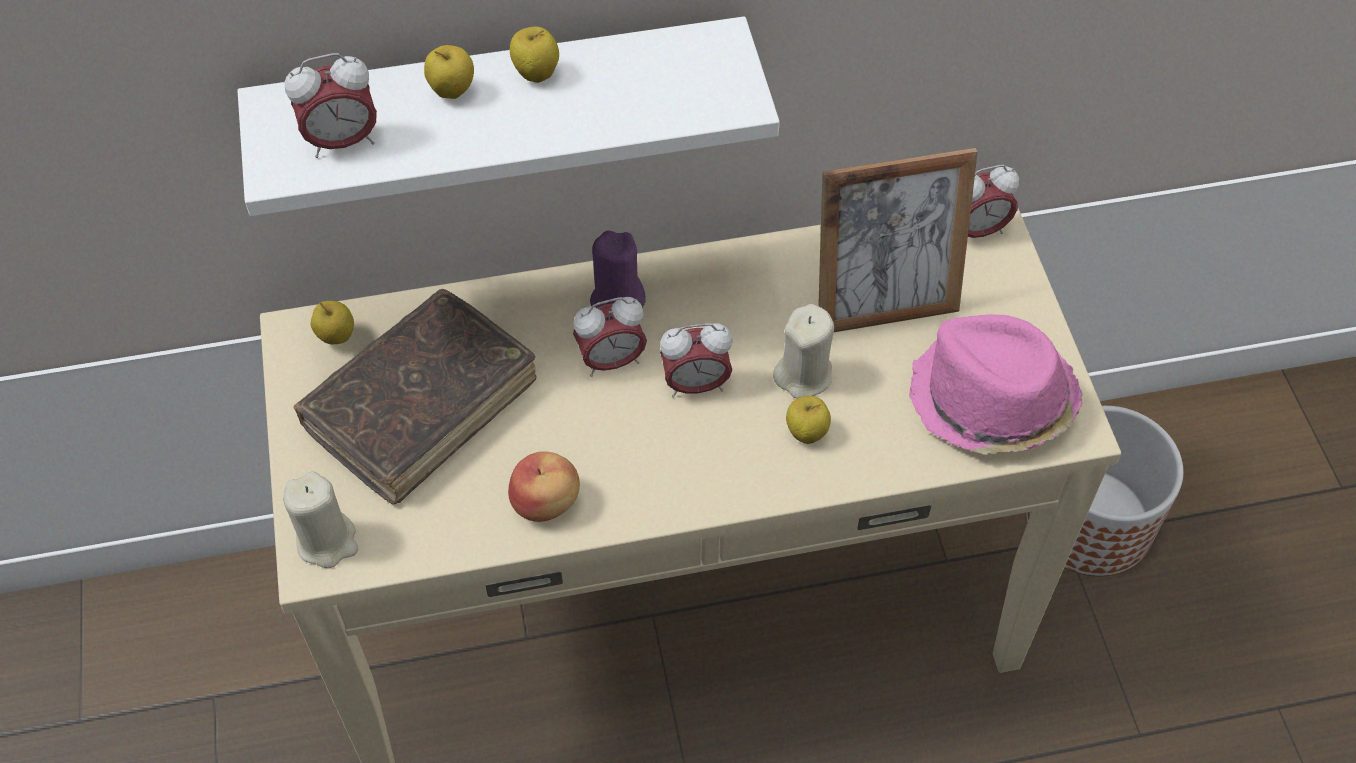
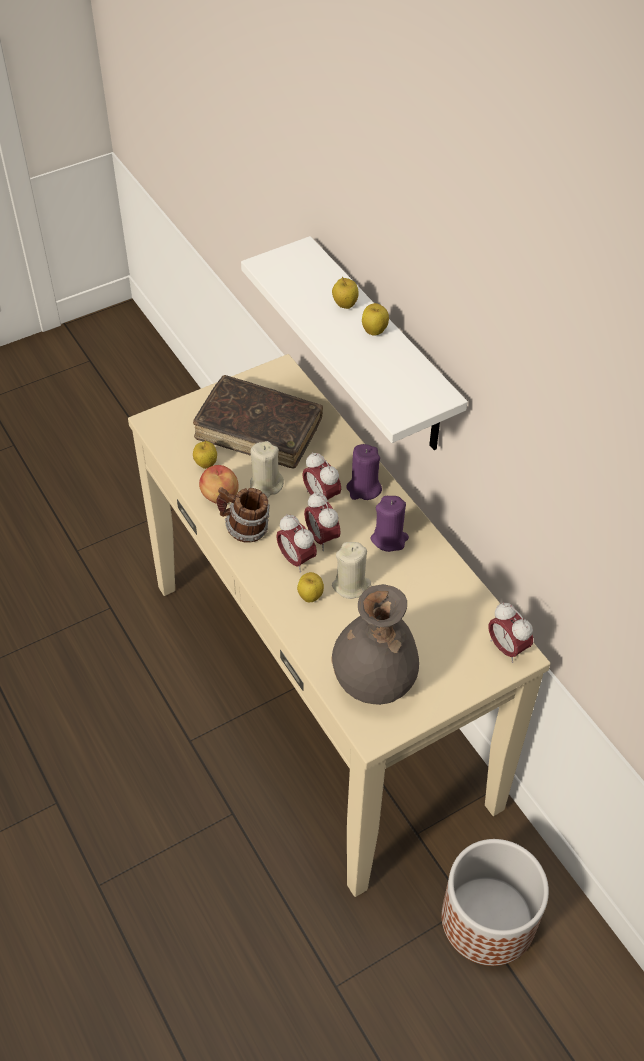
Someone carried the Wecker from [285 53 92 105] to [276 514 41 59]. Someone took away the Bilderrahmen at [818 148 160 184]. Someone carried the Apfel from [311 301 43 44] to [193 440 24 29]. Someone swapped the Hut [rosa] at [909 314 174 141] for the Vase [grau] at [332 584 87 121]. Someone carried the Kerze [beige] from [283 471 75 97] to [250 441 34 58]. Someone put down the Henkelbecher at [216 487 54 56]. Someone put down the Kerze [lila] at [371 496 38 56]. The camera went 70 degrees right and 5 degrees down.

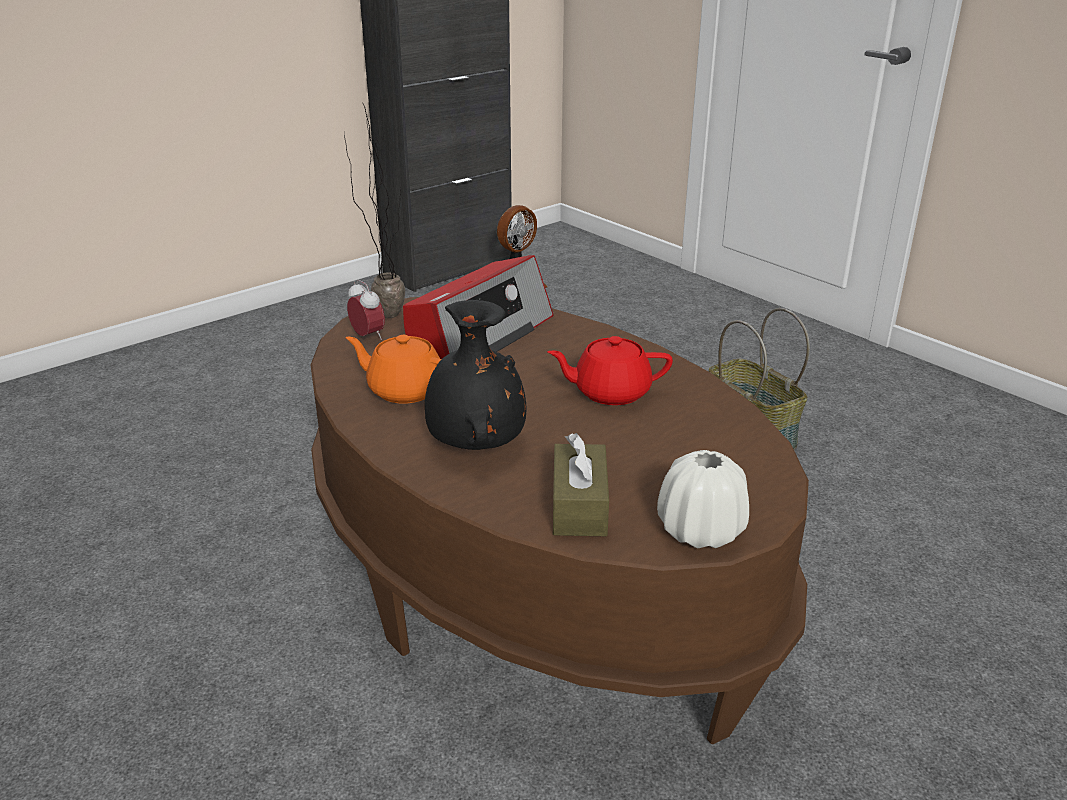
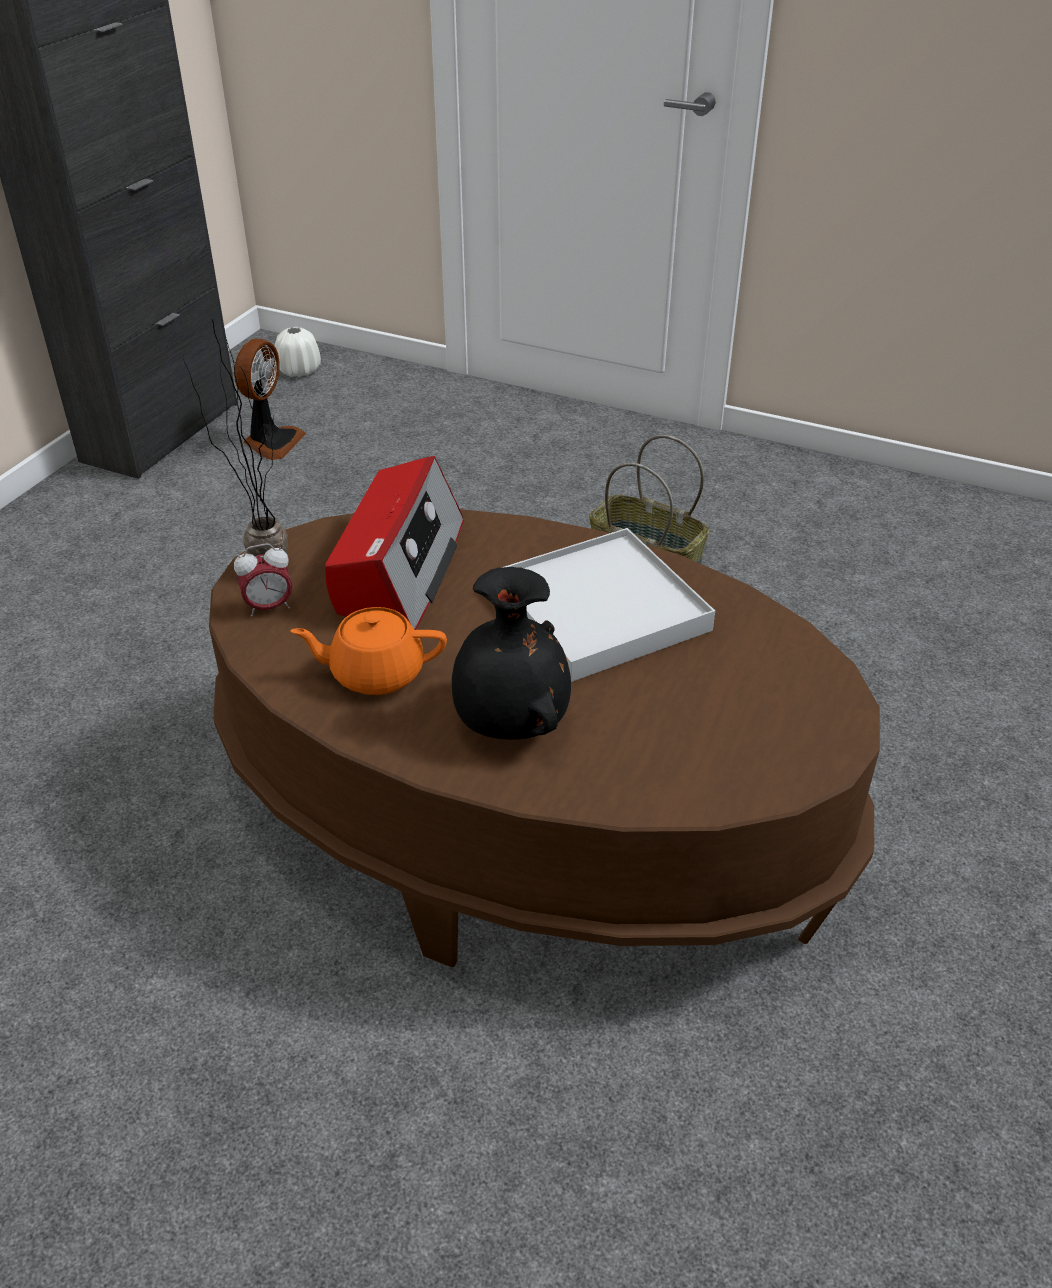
Someone rotated the Wecker at [347 280 38 60] by 135 degrees clockwise. Someone swapped the Teekanne [rot] at [548 336 125 69] for the Tablett [weiß] at [501 528 214 154]. Someone took away the Taschentuchbox [braun] at [553 433 56 103]. Someone carried the Vase [weiß] from [657 450 92 98] to [275 327 46 50]. The camera went 25 degrees left and 10 degrees up.

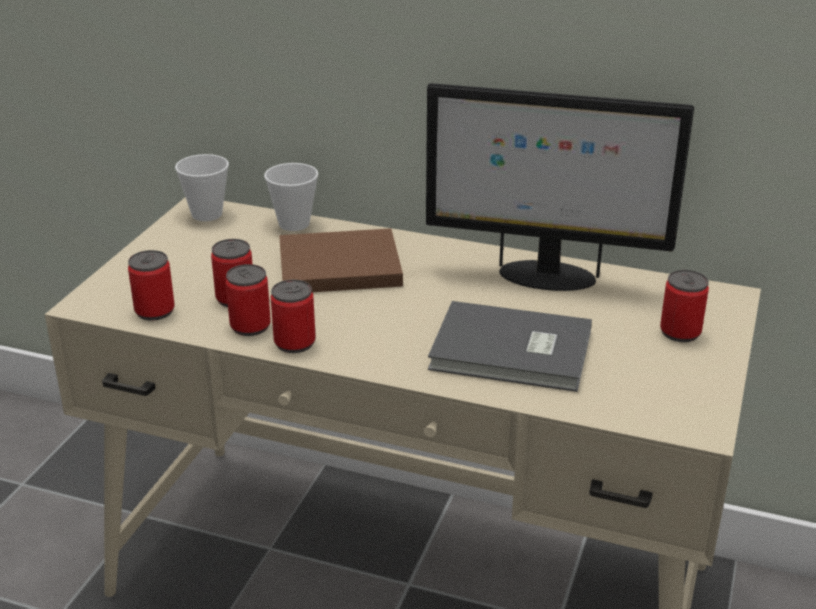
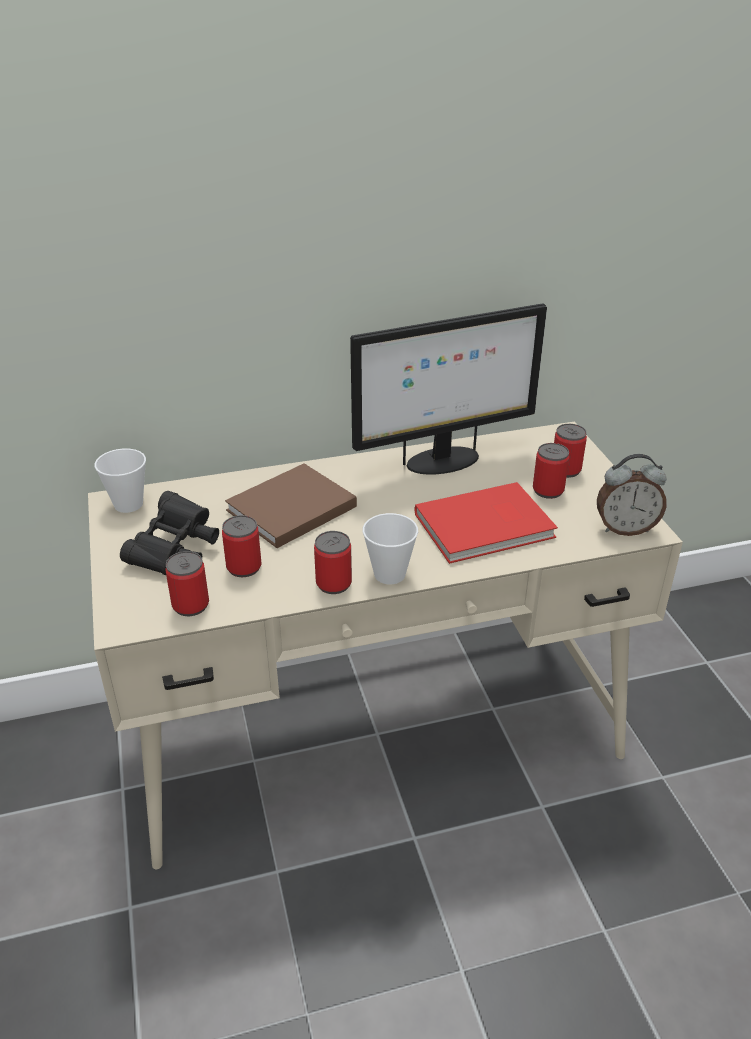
Someone carried the Tasse from [264 163 54 68] to [363 513 55 71]. Someone carried the Dose from [226 264 45 72] to [533 443 36 56]. Someone repainted the Buch [grau] at [428 301 164 91], which became the Buch [rot] at [415 482 143 82]. Someone put down the Wecker at [597 454 69 82]. Someone put down the Fernglas [schwarz] at [120 491 99 84]. The camera went 35 degrees left and 5 degrees up.

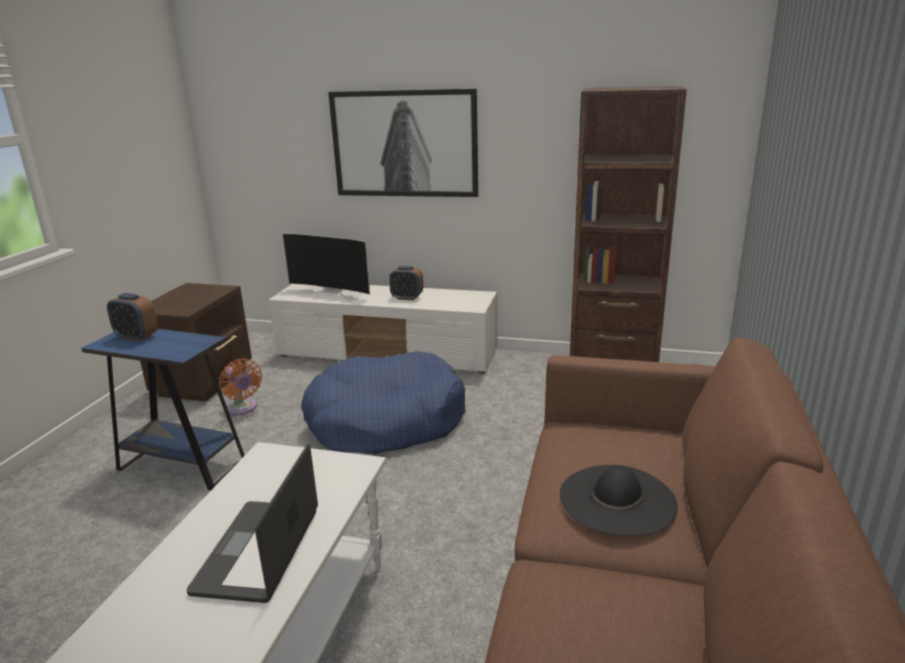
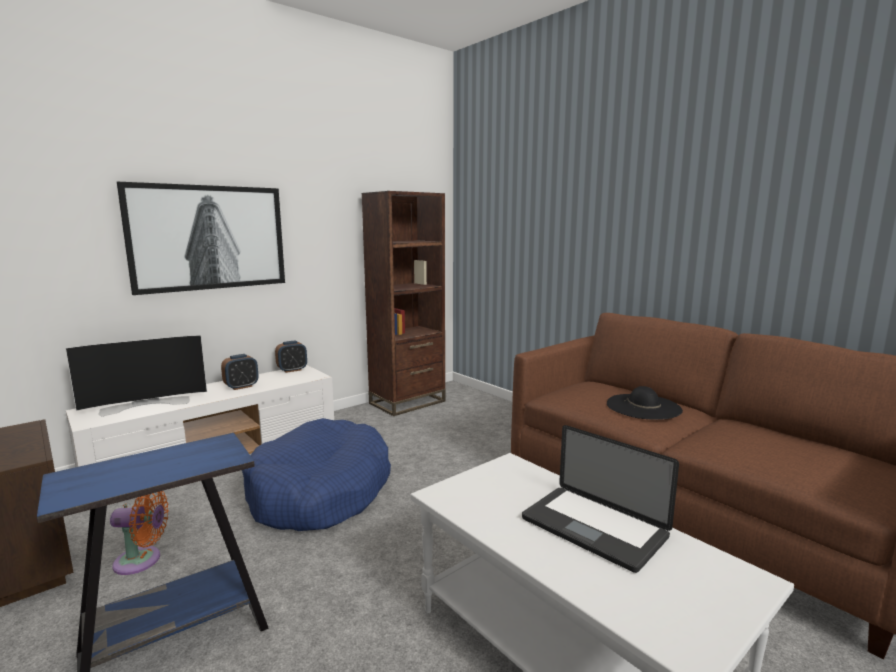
Someone carried the Wecker from [107 293 51 49] to [275 341 32 32]. The camera went 55 degrees left and 10 degrees down.

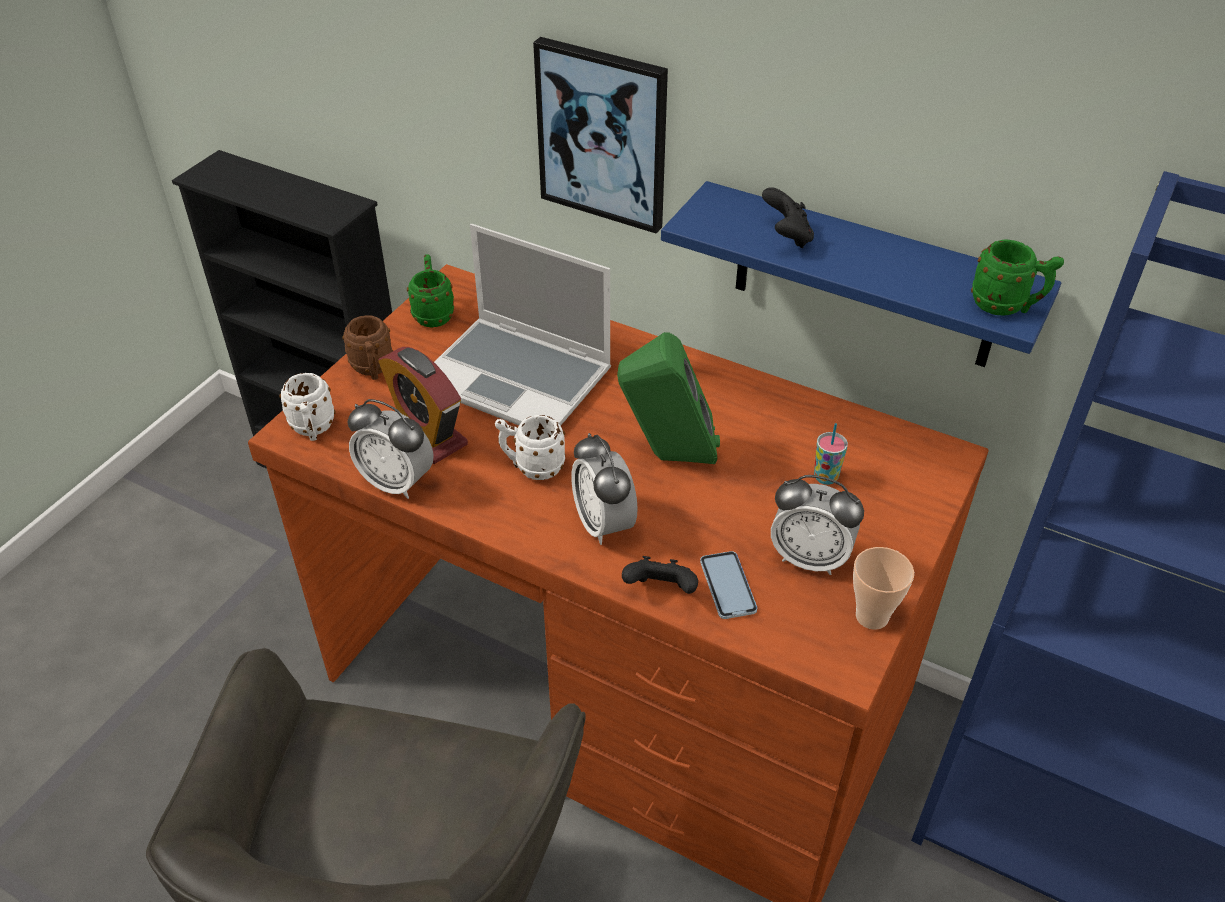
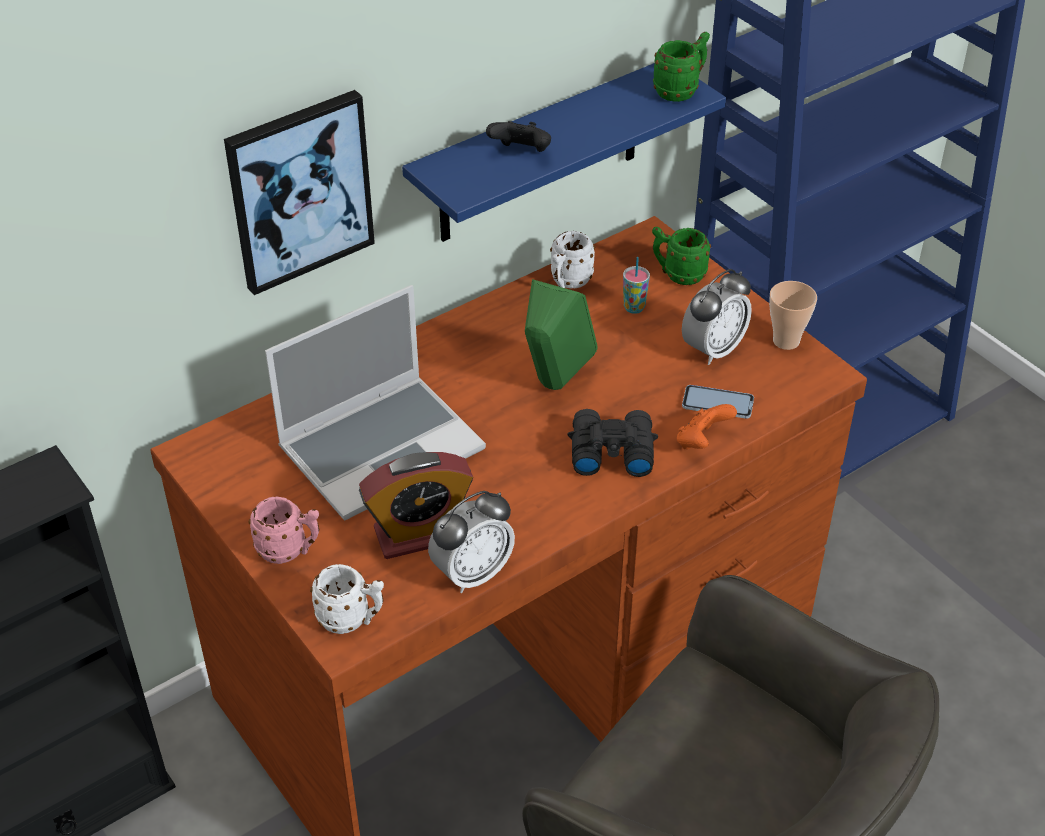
Someone carried the Henkelbecher [grün] from [407 255 47 72] to [652 227 59 58]. Someone repainted the Henkelbecher [braun] at [342 315 51 65], which became the Henkelbecher [rosa] at [248 496 71 68]. Someone carried the Henkelbecher [weiß] from [495 415 70 65] to [550 231 45 58]. Someone swapped the Wecker at [571 433 67 112] for the Fernglas [schwarz] at [568 409 90 68]. Someone repainted the Gamepad [schwarz] at [622 556 76 38], which became the Gamepad [orange] at [677 404 60 45]. The camera went 65 degrees left and 0 degrees up.

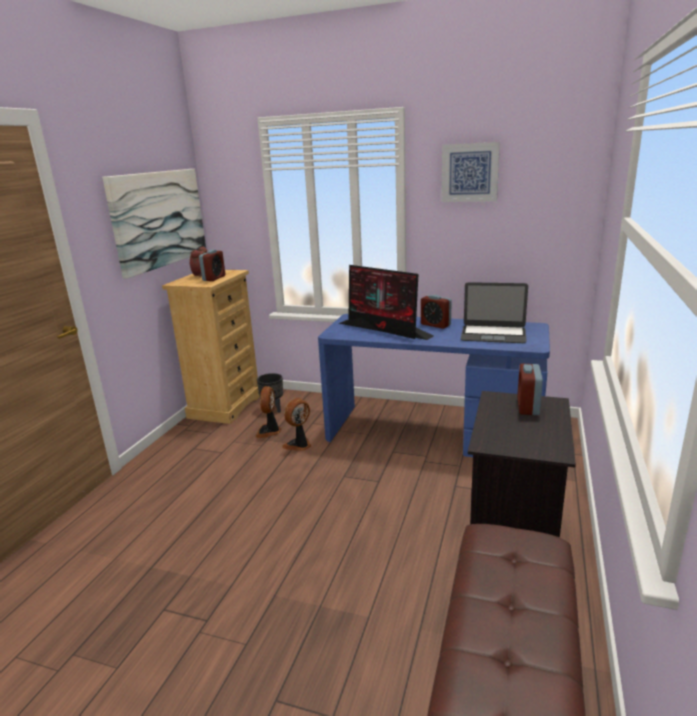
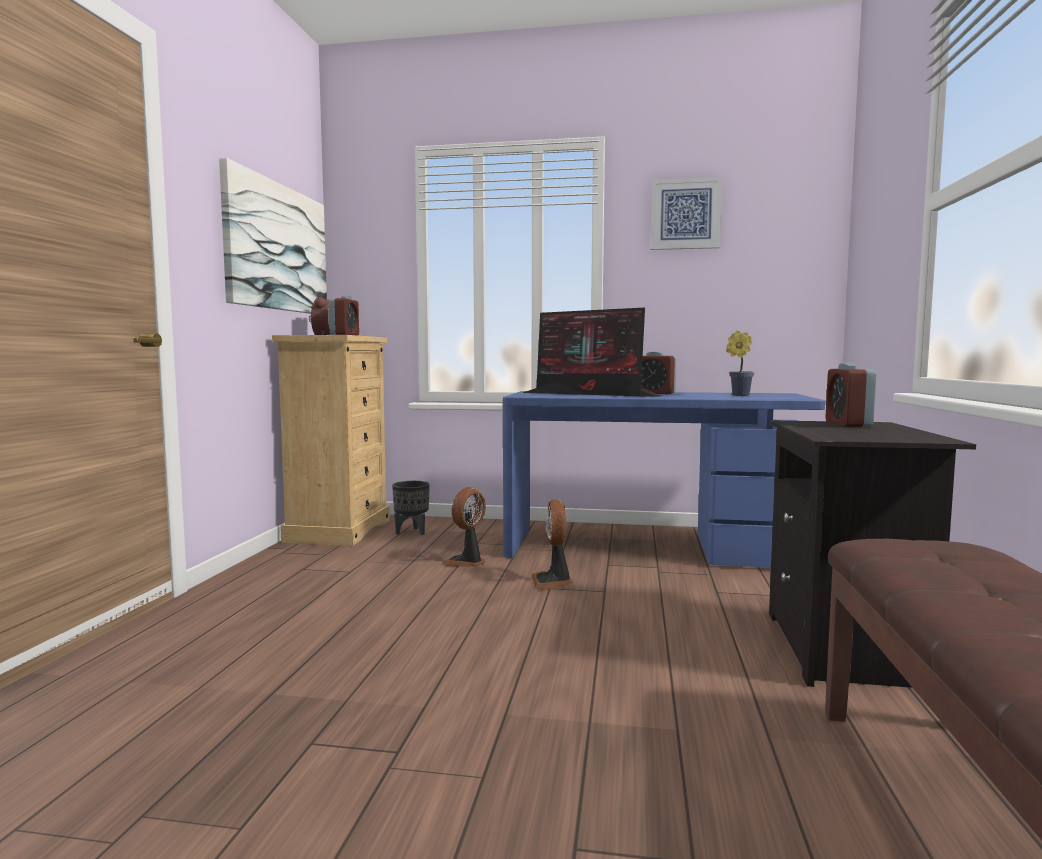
Someone swapped the Laptop at [460 282 68 61] for the Topfpflanze at [726 331 28 65]. Someone carried the Ventilator from [256 386 26 52] to [532 499 41 91]. The camera went 10 degrees left and 15 degrees down.

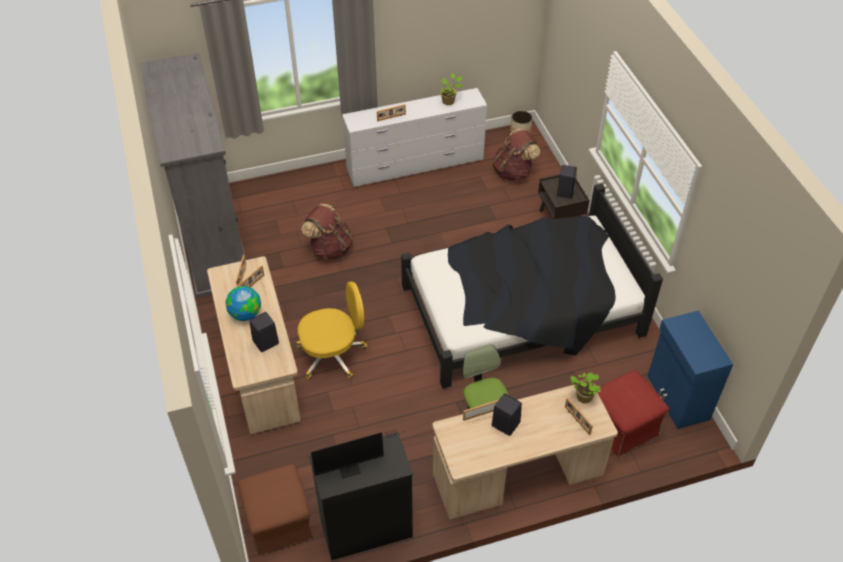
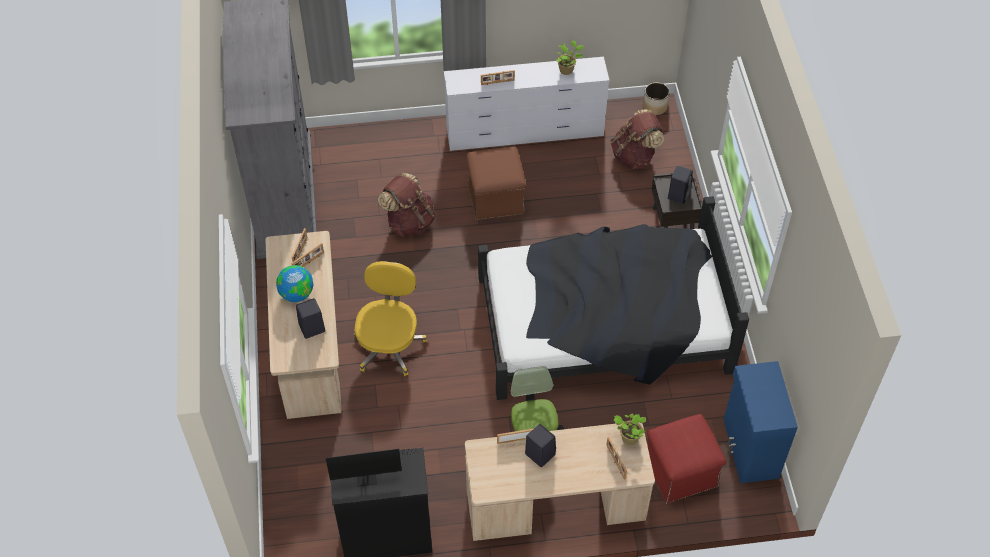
Someone rotated the Bürostuhl [gelb] at [297 281 70 99] by 75 degrees counterclockwise. Someone carried the Polsterhocker [braun] from [238 464 75 92] to [467 146 59 74]. The camera went 10 degrees right and 5 degrees up.

